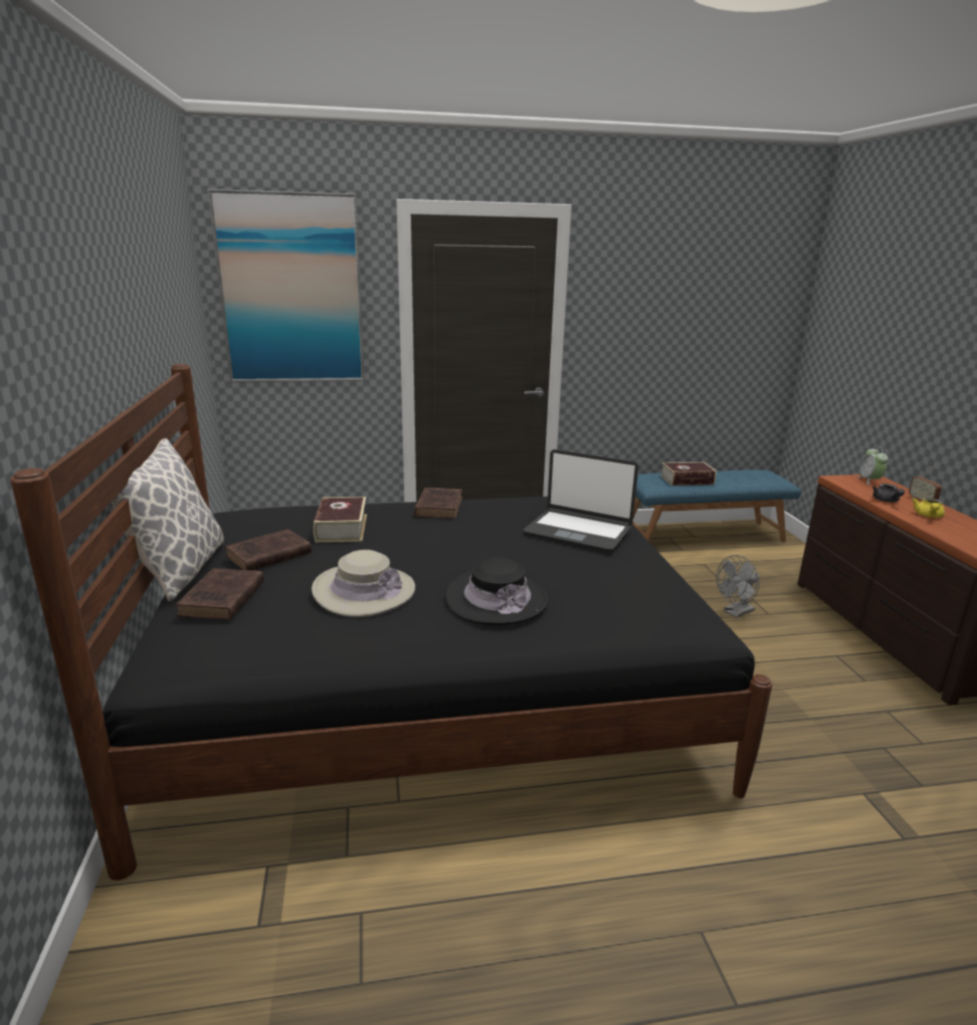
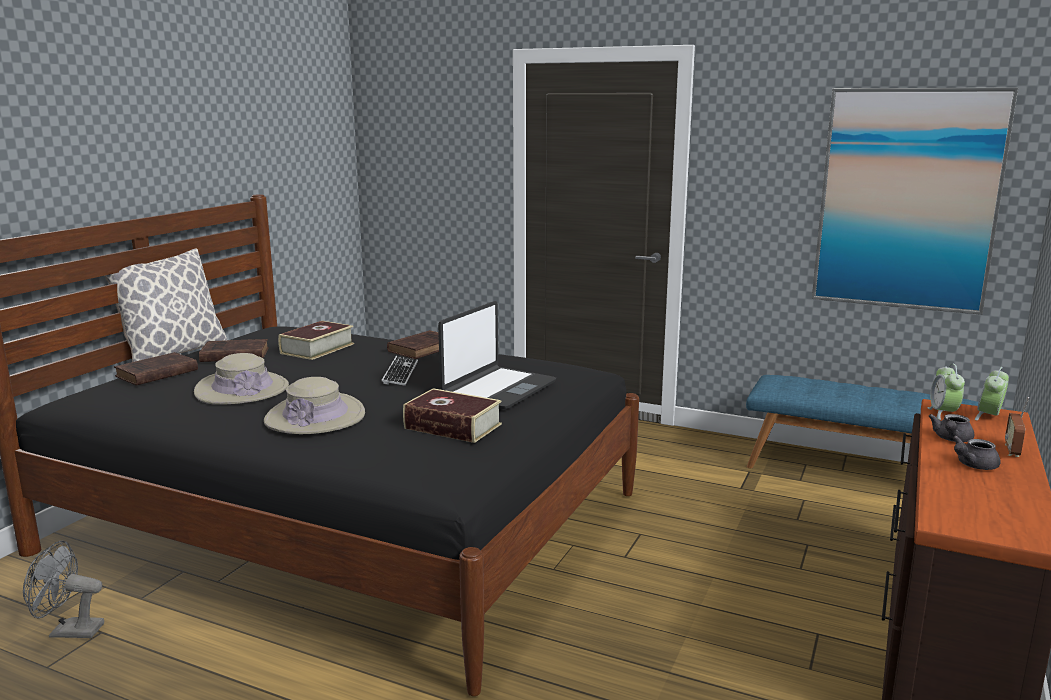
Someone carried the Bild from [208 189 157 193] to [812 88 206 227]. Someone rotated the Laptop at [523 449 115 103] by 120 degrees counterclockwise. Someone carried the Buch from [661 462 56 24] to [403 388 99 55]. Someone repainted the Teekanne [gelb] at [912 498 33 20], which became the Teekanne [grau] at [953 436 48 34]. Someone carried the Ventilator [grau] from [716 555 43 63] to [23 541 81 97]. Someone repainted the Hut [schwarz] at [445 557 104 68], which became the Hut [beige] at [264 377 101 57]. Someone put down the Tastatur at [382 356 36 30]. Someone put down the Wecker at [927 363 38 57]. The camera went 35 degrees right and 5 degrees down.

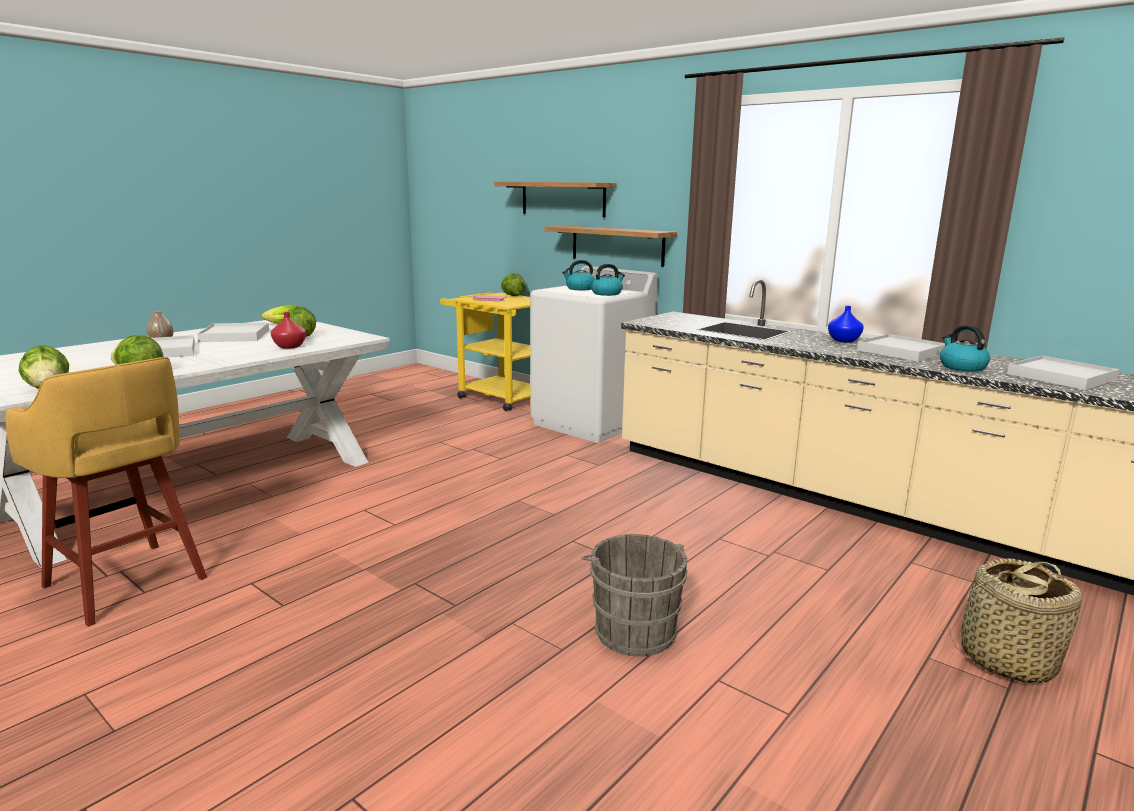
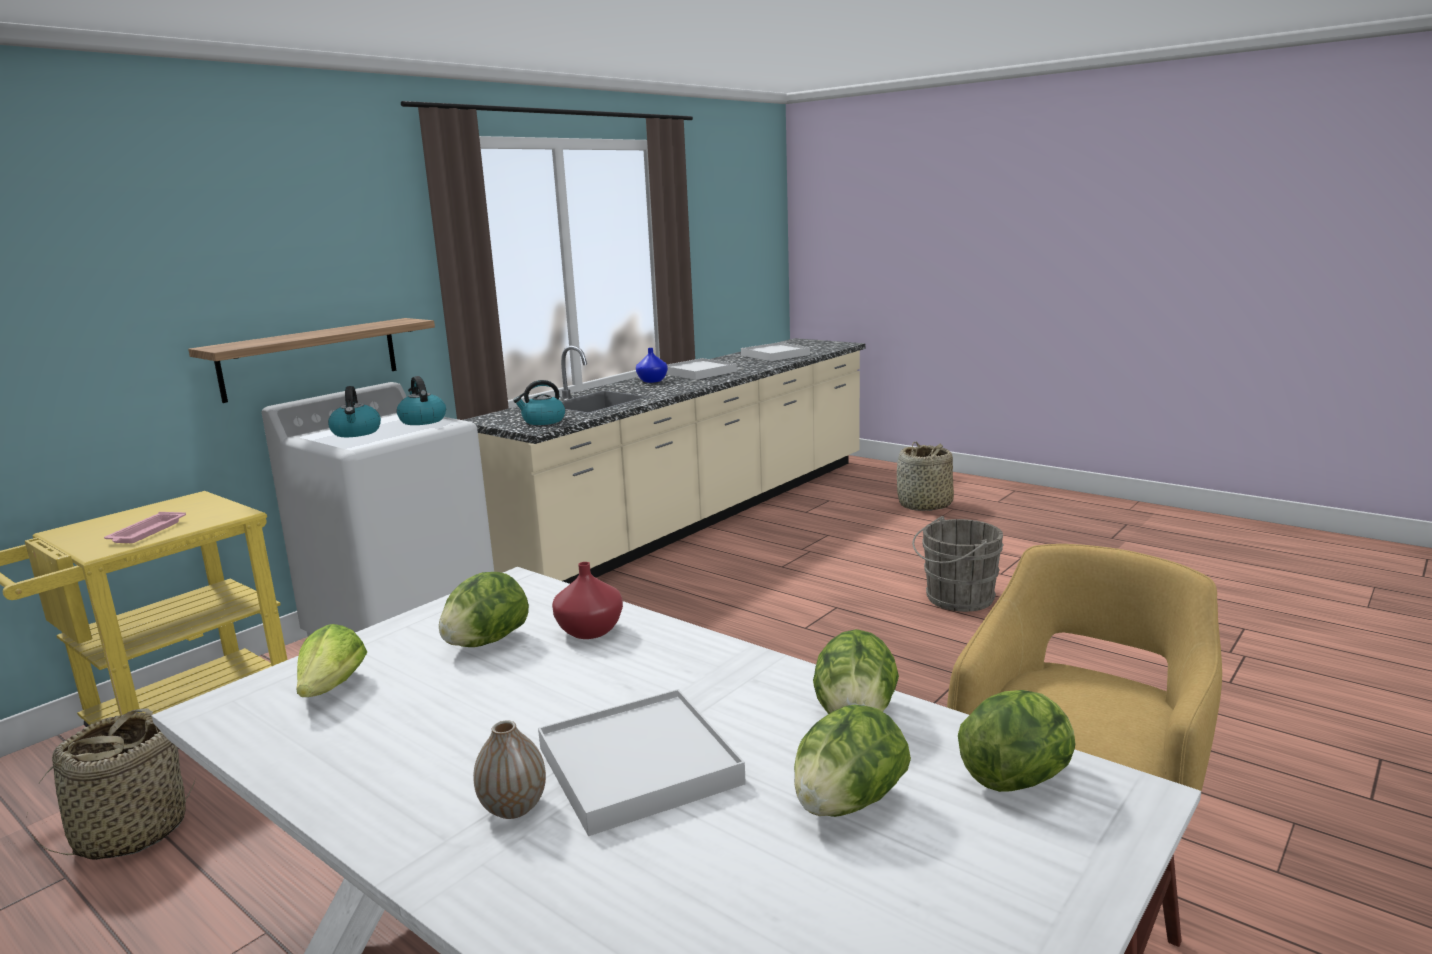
Someone took away the Wandregal at [494 182 122 35]. Someone carried the Salatkopf from [501 273 25 23] to [794 705 117 112]. Someone took away the Tablett [weiß] at [197 323 72 19]. Someone carried the Wasserkessel from [940 325 50 47] to [513 380 52 45]. Someone put down the Korb at [31 708 165 152]. The camera went 90 degrees left and 0 degrees up.

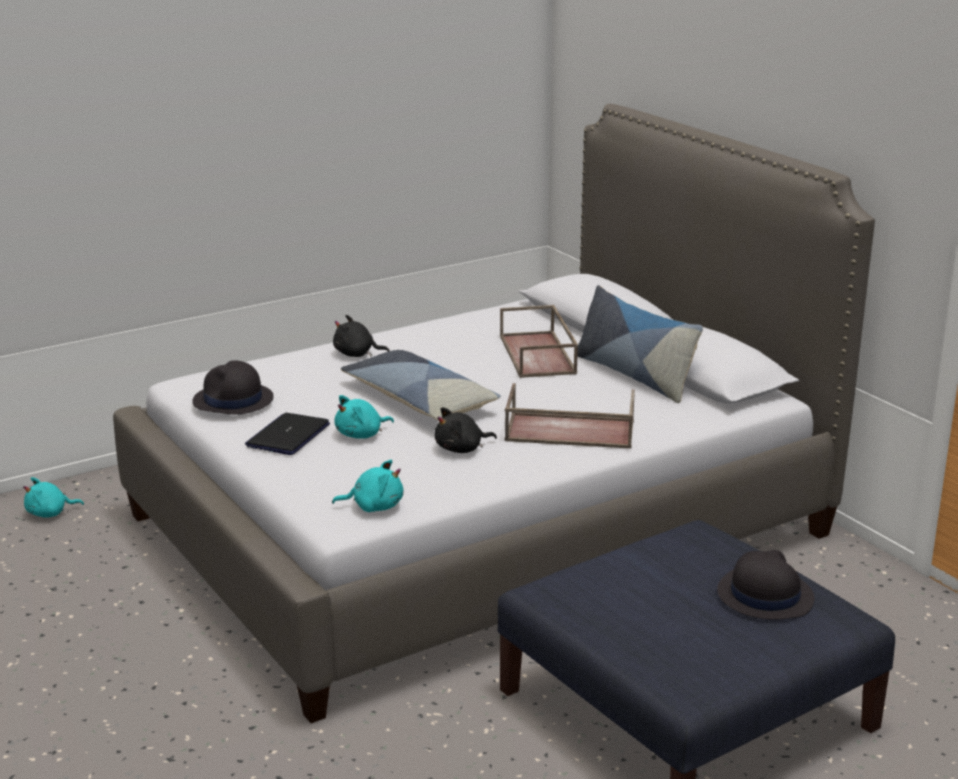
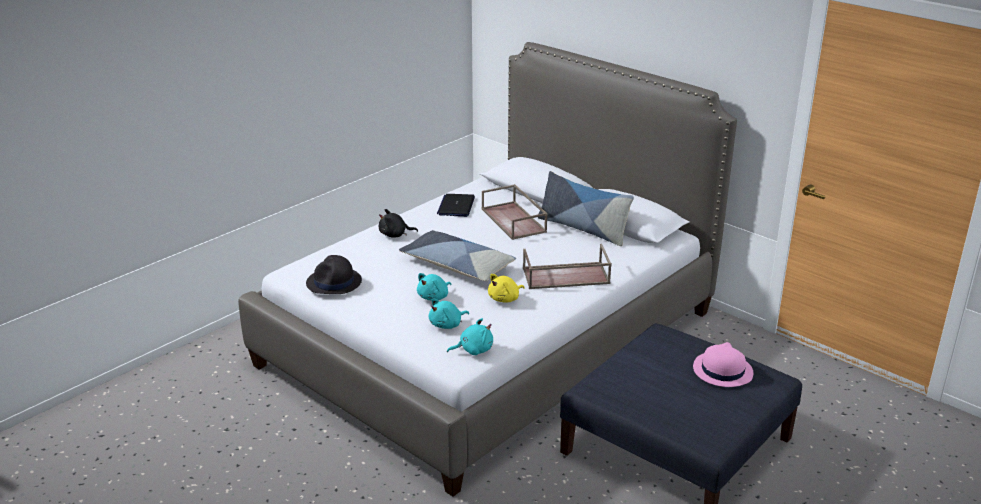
Someone repainted the Plüschtier [schwarz] at [435 407 62 46], which became the Plüschtier [gelb] at [488 274 37 29]. Someone carried the Laptop from [245 413 85 42] to [437 194 38 23]. Someone carried the Plüschtier [türkis] from [23 477 61 41] to [429 298 40 31]. Someone repainted the Hut [schwarz] at [717 550 98 70], which became the Hut [rosa] at [693 342 60 45]. The camera went 15 degrees left and 5 degrees up.

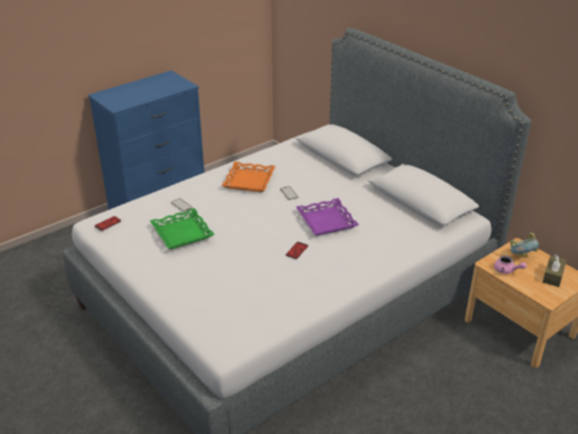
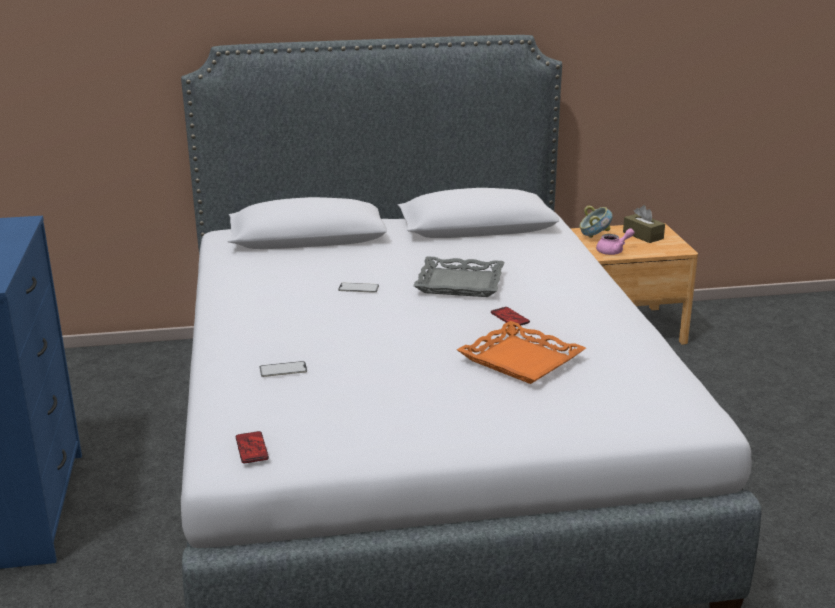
Someone carried the Tablett [orange] from [222 162 54 30] to [457 321 129 63]. Someone repainted the Tablett [lila] at [296 198 63 38], which became the Tablett [grau] at [413 256 91 41]. Someone took away the Tablett [grün] at [150 208 65 41]. The camera went 60 degrees left and 10 degrees down.

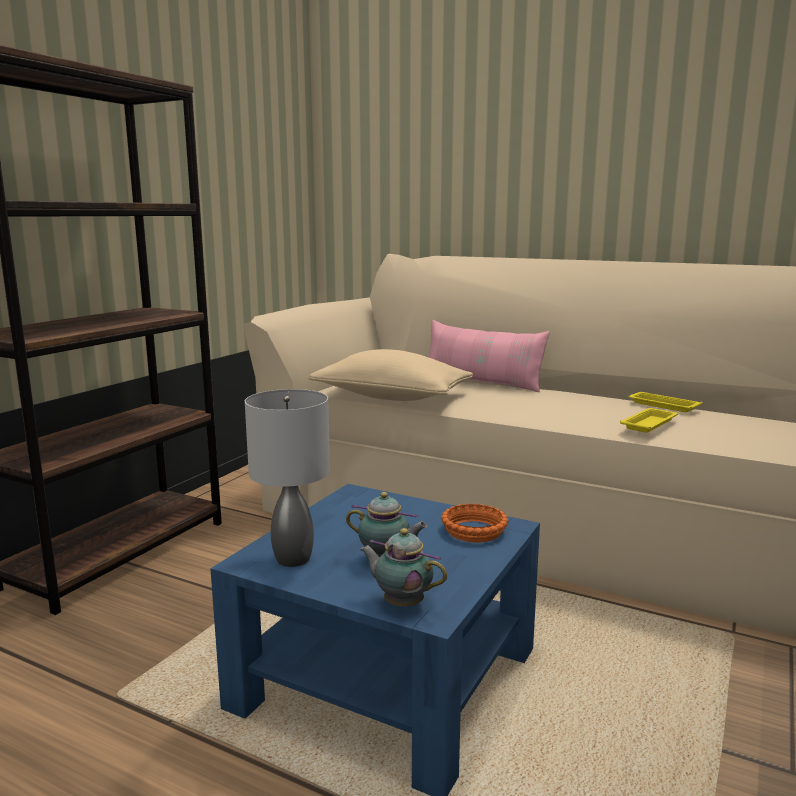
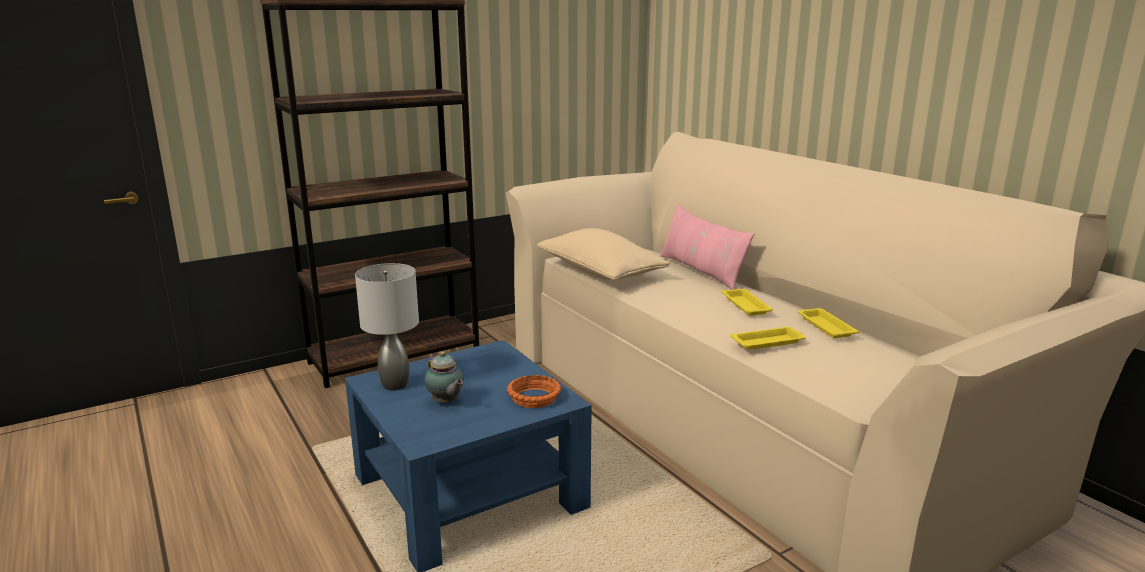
Someone took away the Teekanne at [360 528 87 78]. Someone put down the Tablett [gelb] at [721 289 52 27]. The camera went 30 degrees right and 5 degrees up.

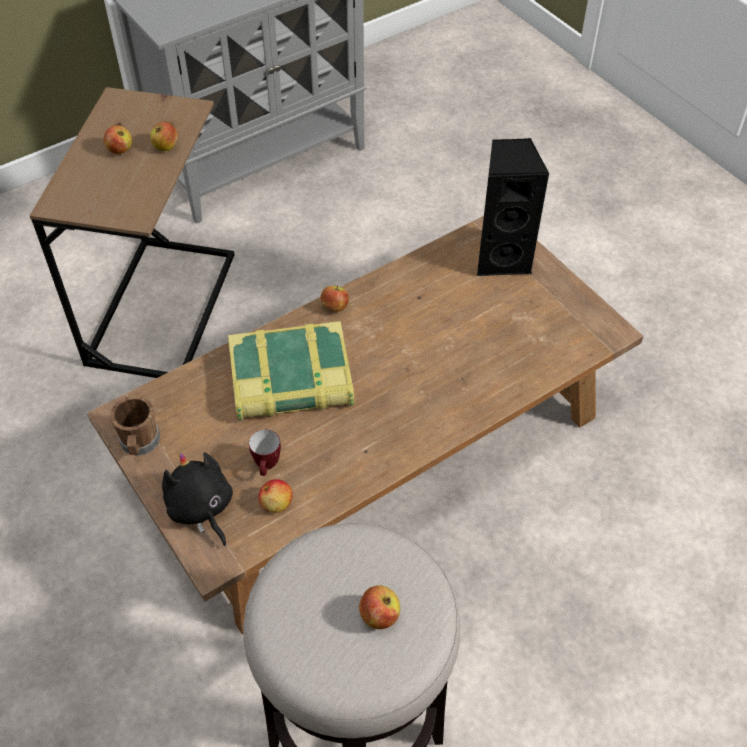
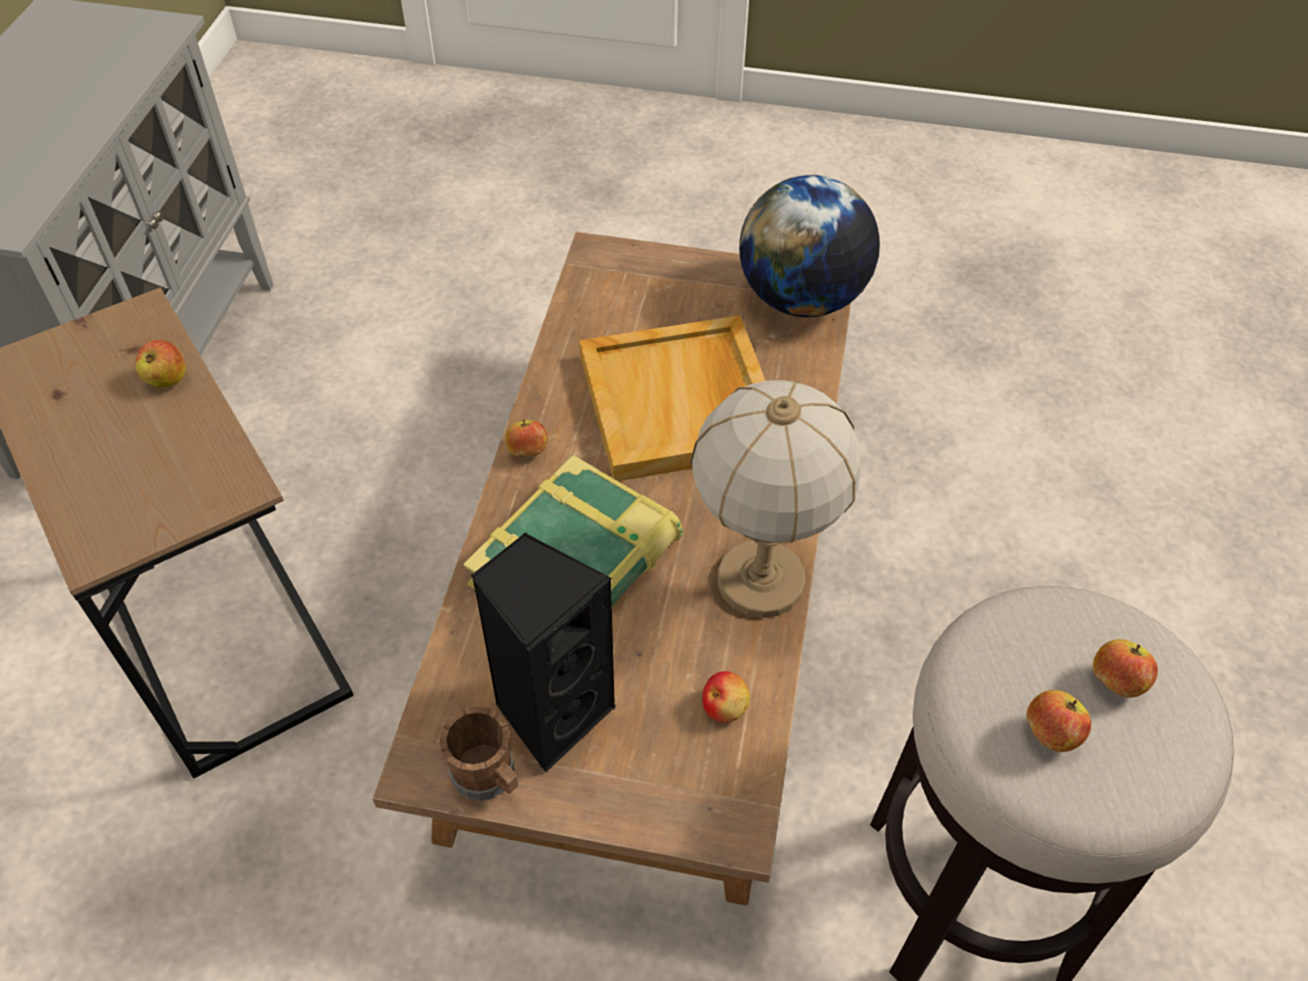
Someone carried the Apfel from [103 125 29 29] to [1026 690 65 62]. Someone carried the Lautsprecher [schwarz] from [477 138 73 138] to [470 532 146 241]. Someone took away the Henkelbecher at [249 429 32 47]. Someone took away the Plüschtier [schwarz] at [162 452 71 94]. Someone put down the Globus at [739 175 141 142]. Someone put down the Tablett [beige] at [579 315 187 166]. Someone put down the Tischlampe at [690 380 171 238]. The camera went 45 degrees left and 0 degrees up.

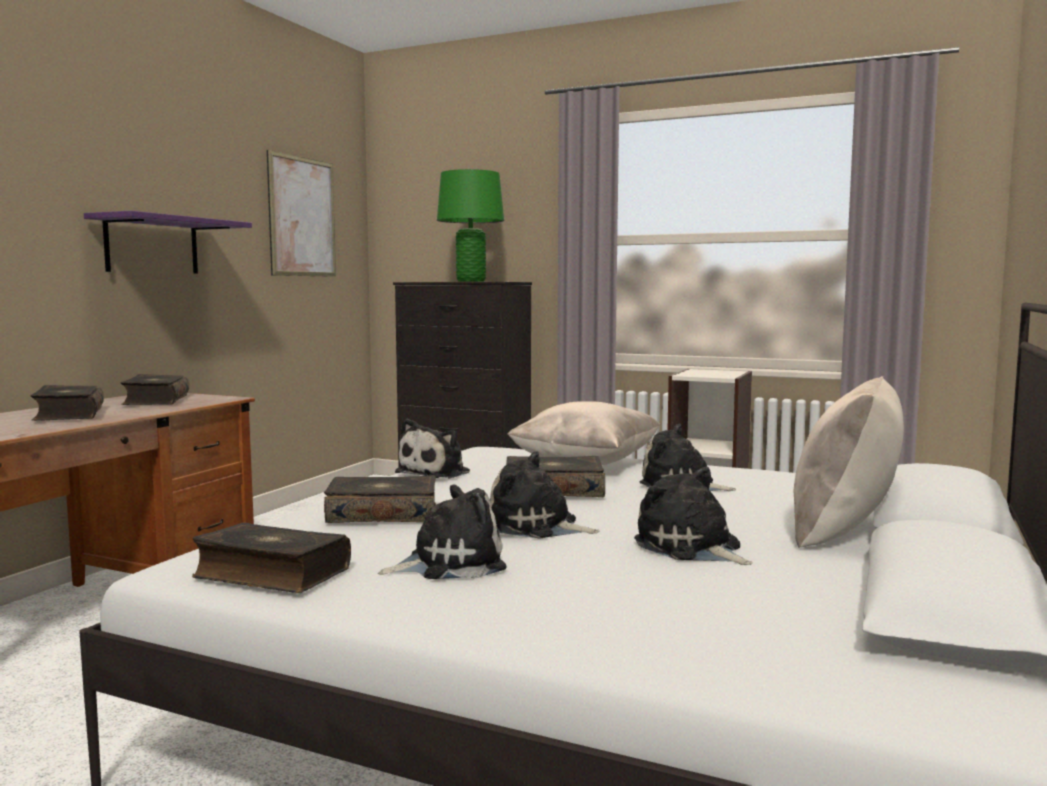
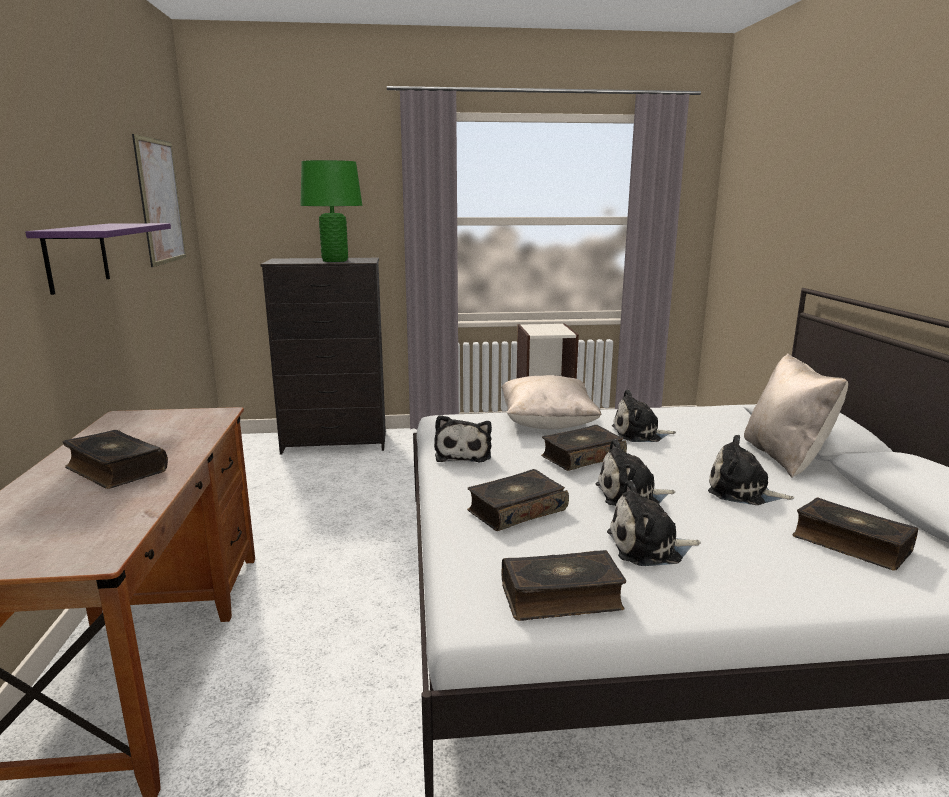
Someone carried the Buch from [120 374 69 31] to [792 497 126 74]. Someone rotated the Plüschtier at [378 484 129 95] by 135 degrees counterclockwise. The camera went 30 degrees left and 10 degrees up.

